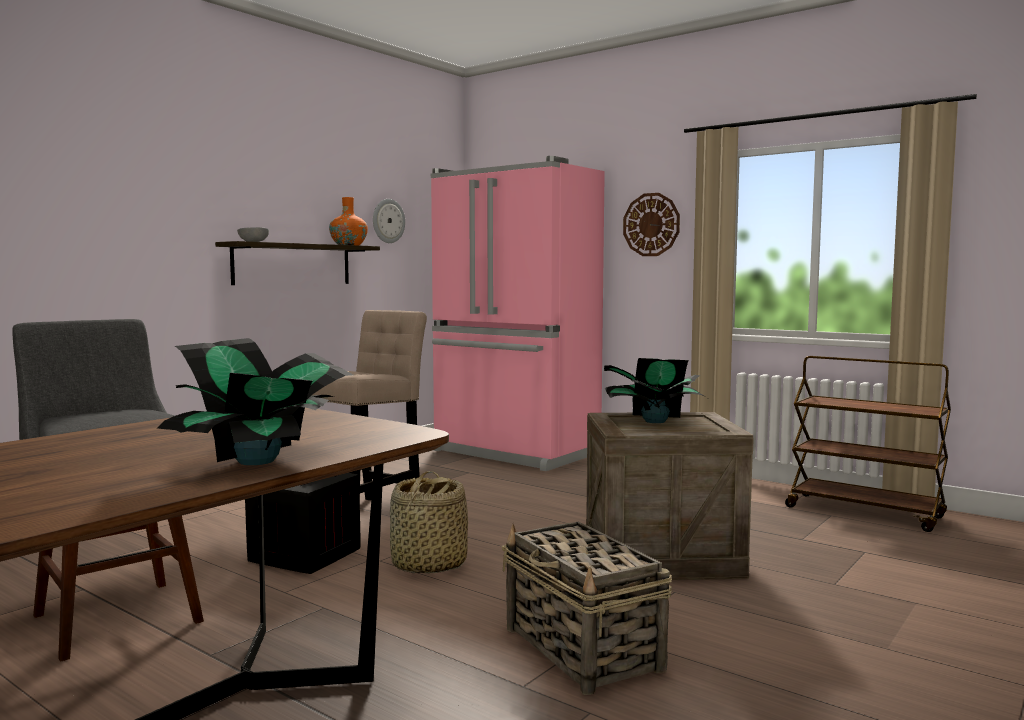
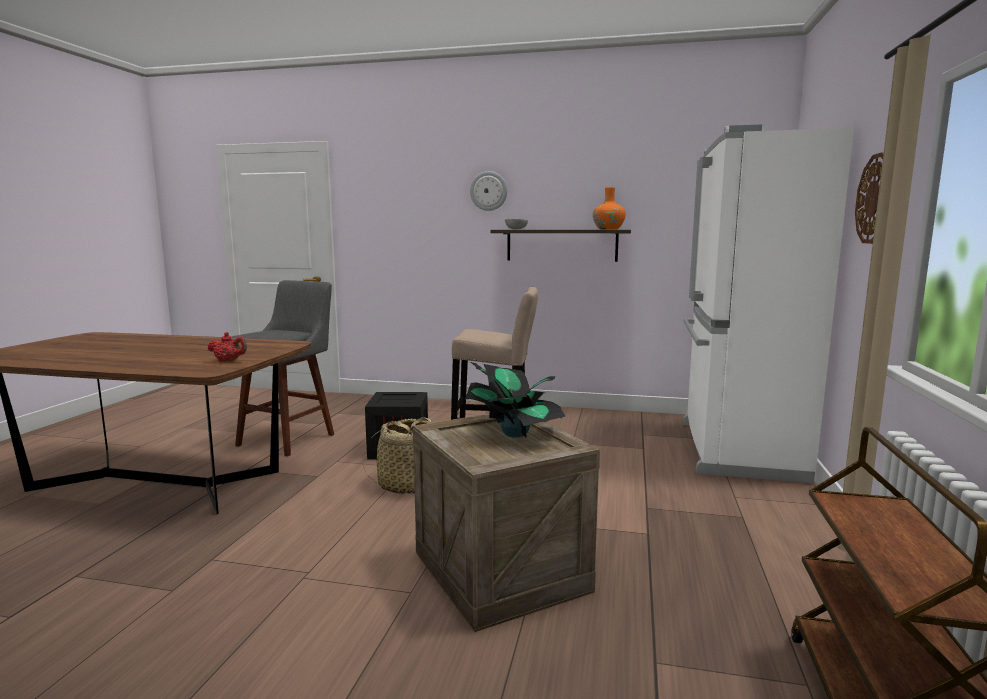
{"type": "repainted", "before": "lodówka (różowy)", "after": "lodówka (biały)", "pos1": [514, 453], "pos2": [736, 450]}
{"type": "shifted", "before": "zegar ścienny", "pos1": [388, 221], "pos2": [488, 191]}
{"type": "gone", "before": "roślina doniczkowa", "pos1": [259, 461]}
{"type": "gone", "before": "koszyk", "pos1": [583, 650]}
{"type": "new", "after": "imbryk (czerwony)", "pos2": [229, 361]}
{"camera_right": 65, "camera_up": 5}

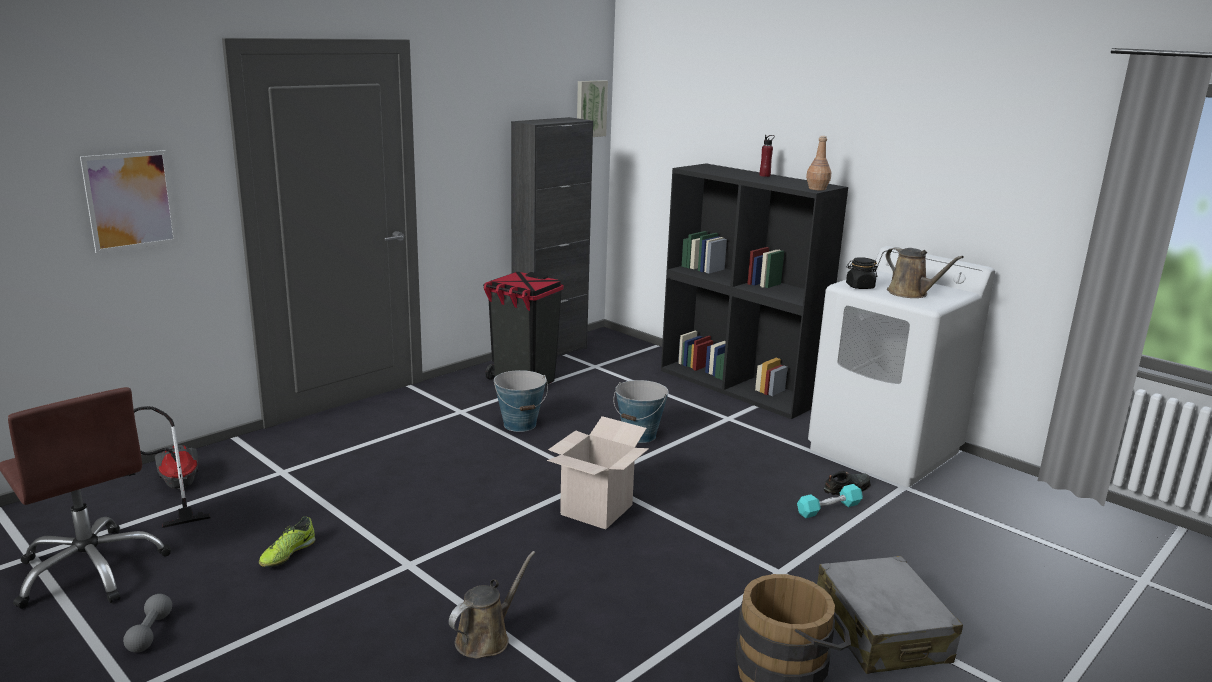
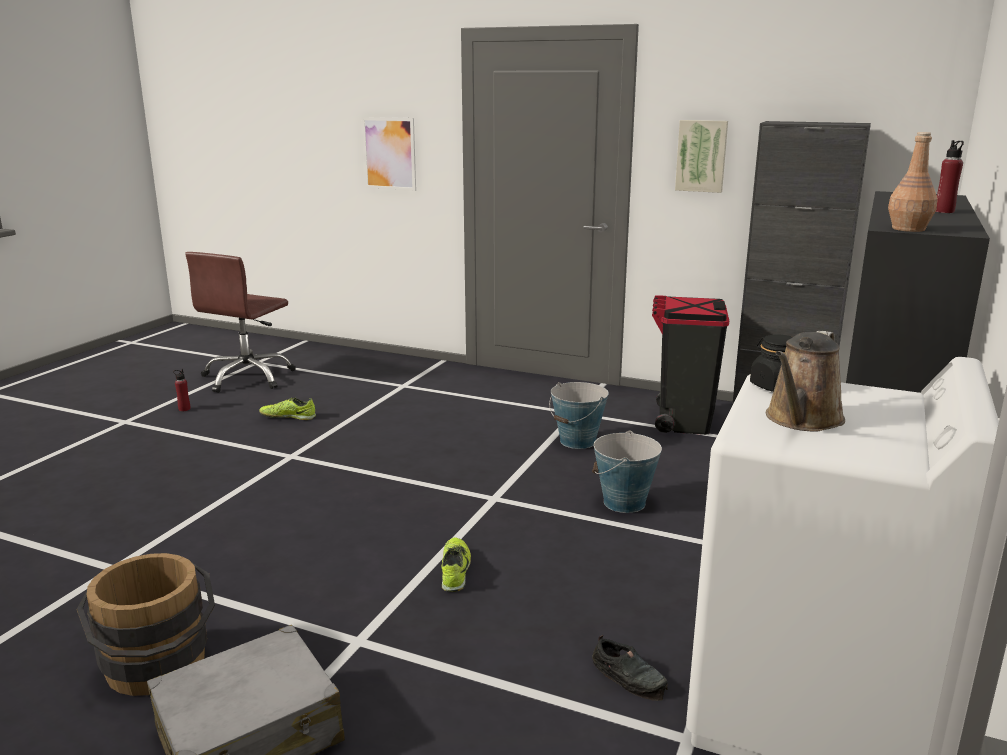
{"type": "shifted", "before": "obraz", "pos1": [590, 109], "pos2": [701, 156]}
{"type": "gone", "before": "odkurzacz", "pos1": [176, 490]}
{"type": "gone", "before": "karton", "pos1": [596, 510]}
{"type": "gone", "before": "hantel (turkusowy)", "pos1": [828, 509]}
{"type": "gone", "before": "konewka (brązowy)", "pos1": [486, 638]}
{"type": "swapped", "before": "hantel (szary)", "after": "butelka (czerwony)", "pos1": [150, 633], "pos2": [184, 409]}
{"type": "new", "after": "but", "pos2": [455, 570]}
{"camera_right": 70, "camera_up": 0}

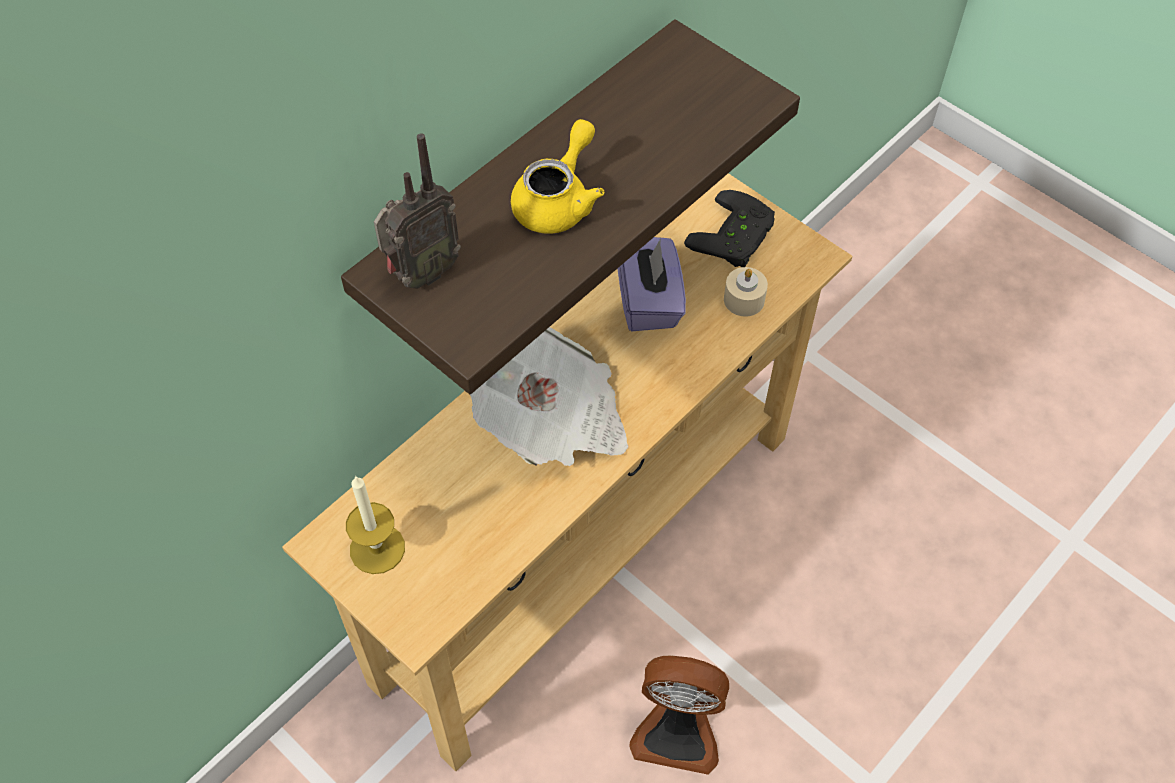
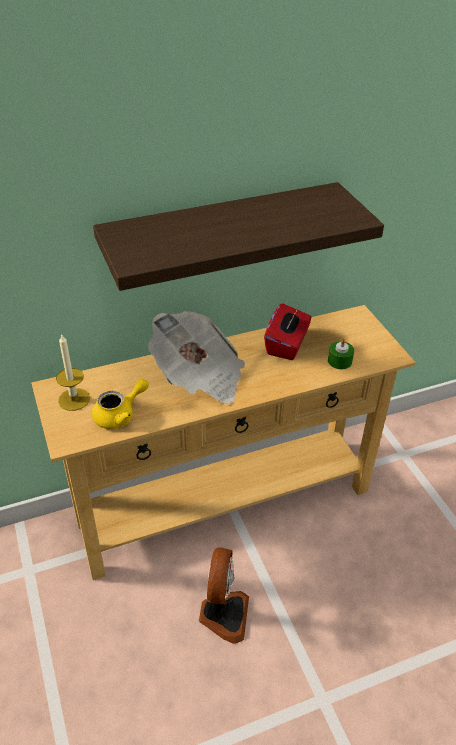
{"type": "shifted", "before": "imbryk (żółty)", "pos1": [558, 201], "pos2": [120, 415]}
{"type": "gone", "before": "radio", "pos1": [421, 274]}
{"type": "gone", "before": "pad do gier (czarny)", "pos1": [736, 237]}
{"type": "repainted", "before": "pudełko chusteczek (fioletowy)", "after": "pudełko chusteczek (czerwony)", "pos1": [648, 300], "pos2": [287, 345]}
{"type": "repainted", "before": "świeca (beżowy)", "after": "świeca (zielony)", "pos1": [744, 300], "pos2": [339, 361]}
{"type": "rotated", "before": "wentylator", "pos1": [677, 731], "pos2": [223, 614], "turn": -120}
{"camera_right": 25, "camera_up": -15}

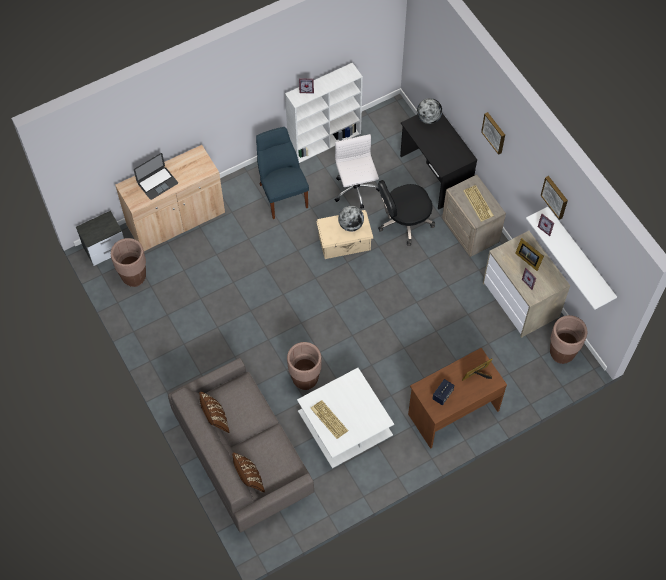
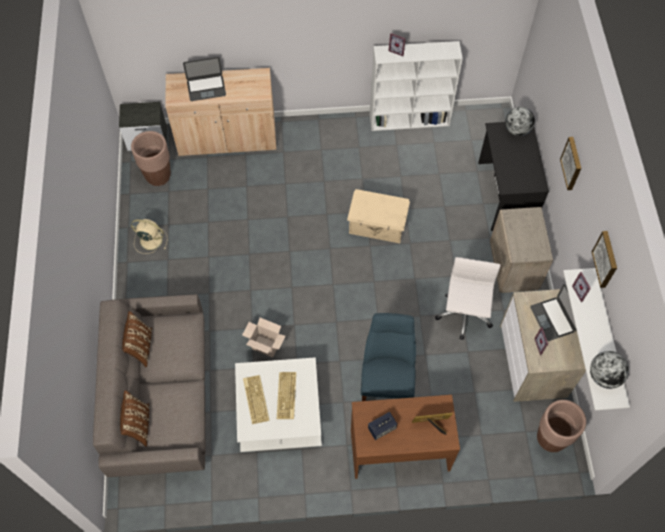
{"type": "shifted", "before": "krzesło (niebieski)", "pos1": [282, 193], "pos2": [386, 381]}
{"type": "shifted", "before": "krzesło biurowe (biały)", "pos1": [356, 191], "pos2": [463, 316]}
{"type": "gone", "before": "krzesło biurowe (czarny)", "pos1": [404, 222]}
{"type": "shifted", "before": "klawiatura", "pos1": [479, 203], "pos2": [287, 396]}
{"type": "shifted", "before": "globus", "pos1": [350, 225], "pos2": [604, 376]}
{"type": "swapped", "before": "ramka na zdjęcie", "after": "laptop", "pos1": [528, 259], "pos2": [552, 319]}
{"type": "swapped", "before": "donica (brązowy)", "after": "karton", "pos1": [305, 379], "pos2": [264, 346]}
{"type": "new", "after": "wentylator (beżowy)", "pos2": [150, 240]}
{"camera_right": 25, "camera_up": 0}

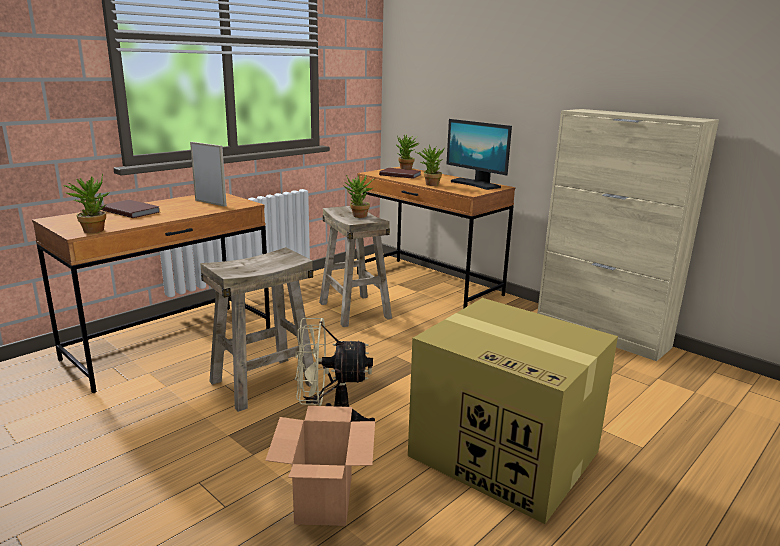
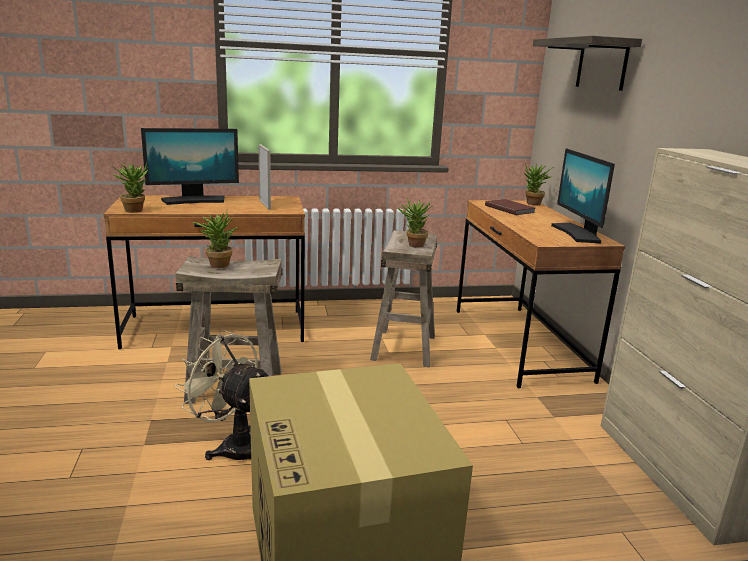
{"type": "shifted", "before": "roślina doniczkowa", "pos1": [429, 184], "pos2": [217, 264]}
{"type": "swapped", "before": "książka (brązowy)", "after": "monitor", "pos1": [131, 211], "pos2": [194, 200]}
{"type": "gone", "before": "karton", "pos1": [324, 499]}
{"type": "new", "after": "półka", "pos2": [602, 64]}
{"camera_right": 35, "camera_up": 0}

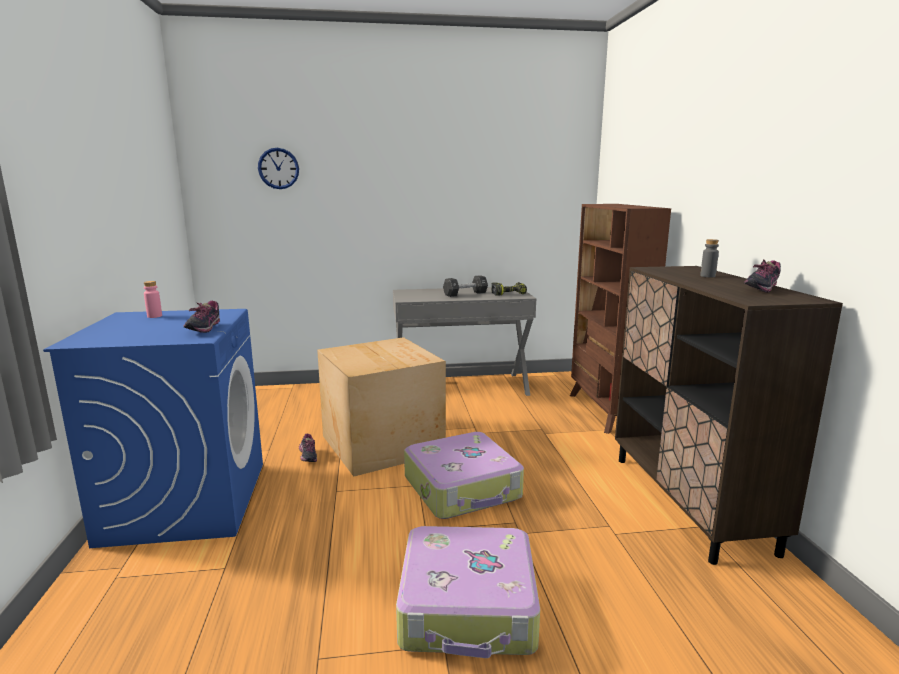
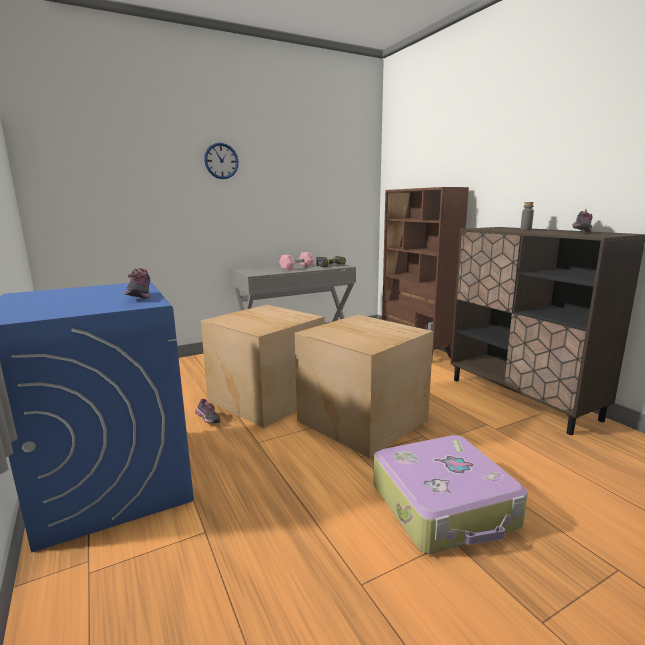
{"type": "shifted", "before": "zegar ścienny", "pos1": [278, 168], "pos2": [221, 161]}
{"type": "repainted", "before": "hantel (czarny)", "after": "hantel (różowy)", "pos1": [465, 294], "pos2": [297, 267]}
{"type": "gone", "before": "butelka (różowy)", "pos1": [154, 316]}
{"type": "swapped", "before": "walizka", "after": "karton", "pos1": [463, 488], "pos2": [362, 419]}
{"camera_right": -20, "camera_up": 0}

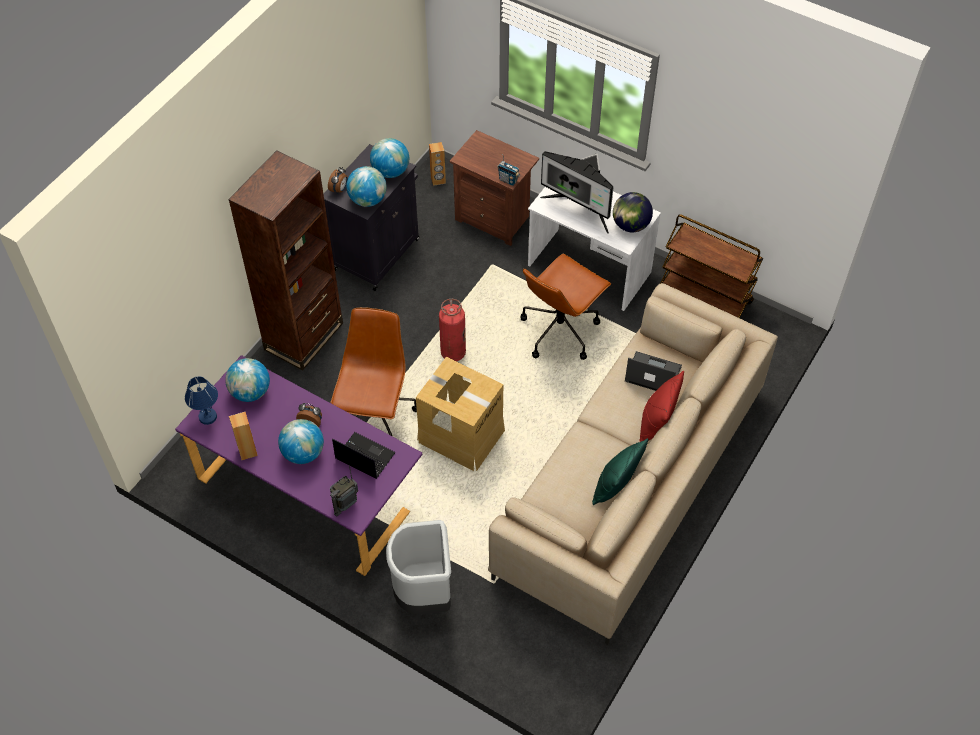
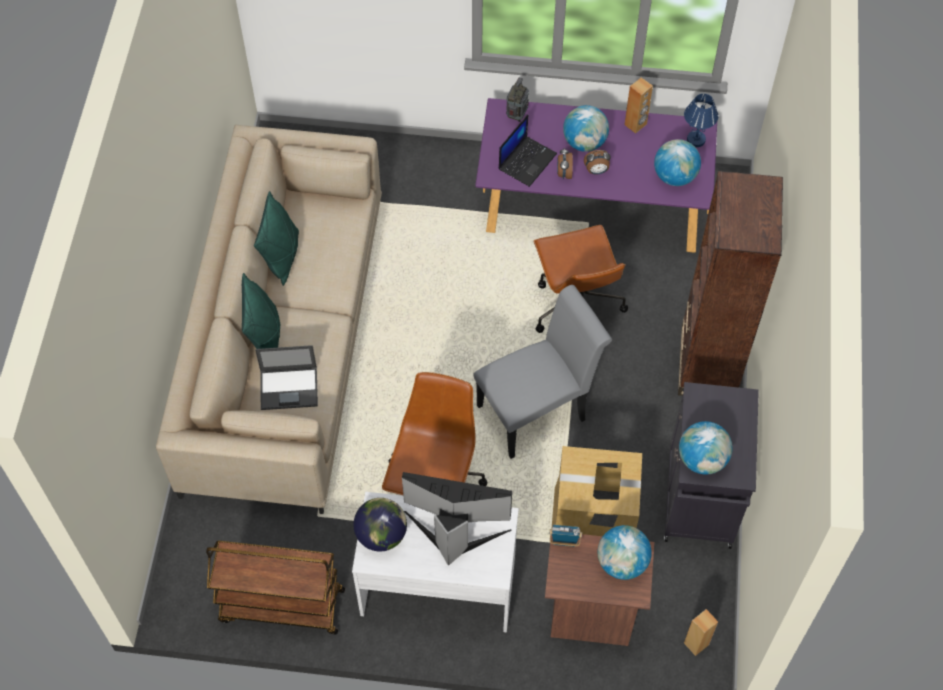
{"type": "shifted", "before": "globus", "pos1": [368, 200], "pos2": [622, 562]}
{"type": "shifted", "before": "budzik", "pos1": [339, 189], "pos2": [564, 173]}
{"type": "swapped", "before": "gaśnica", "after": "krzesło (szary)", "pos1": [453, 353], "pos2": [538, 409]}
{"type": "shifted", "before": "karton", "pos1": [461, 435], "pos2": [593, 522]}
{"type": "repainted", "before": "poduszka (czerwony)", "after": "poduszka (zielony)", "pos1": [656, 423], "pos2": [265, 336]}
{"type": "rotated", "before": "laptop", "pos1": [364, 456], "pos2": [527, 161], "turn": -60}
{"type": "gone", "before": "kosz na śmieci (szary)", "pos1": [424, 594]}
{"camera_right": 155, "camera_up": 5}

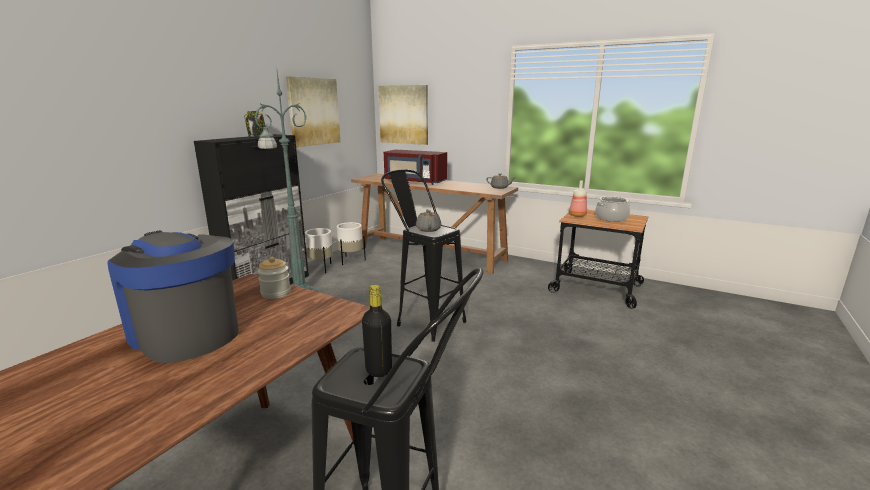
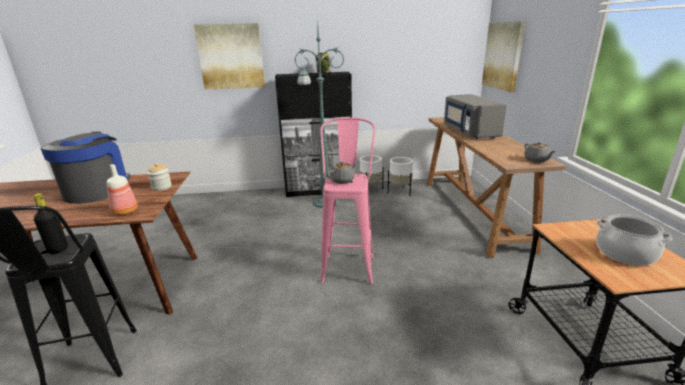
{"type": "shifted", "before": "obraz", "pos1": [313, 111], "pos2": [231, 56]}
{"type": "repainted", "before": "mikrofalówka (czerwony)", "after": "mikrofalówka (szary)", "pos1": [414, 182], "pos2": [469, 132]}
{"type": "repainted", "before": "stołek (czarny)", "after": "stołek (różowy)", "pos1": [423, 320], "pos2": [348, 263]}
{"type": "shifted", "before": "butelka", "pos1": [577, 215], "pos2": [124, 212]}
{"camera_right": 55, "camera_up": 5}

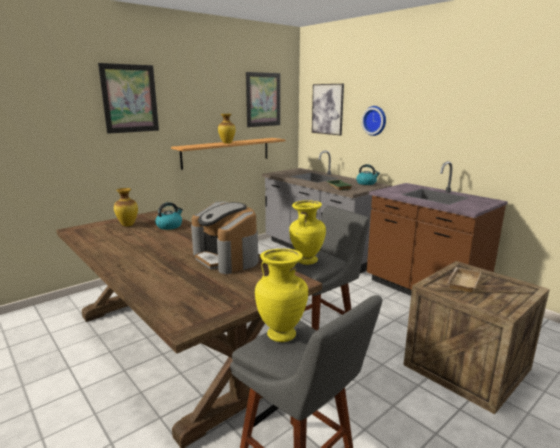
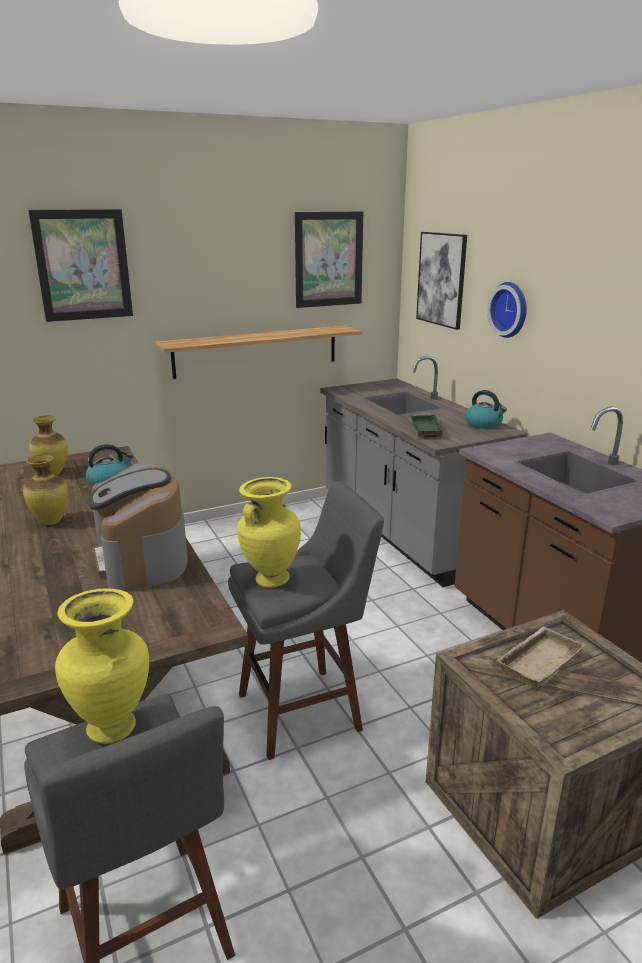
{"type": "shifted", "before": "wazon", "pos1": [227, 143], "pos2": [50, 522]}
{"camera_right": 15, "camera_up": 5}

